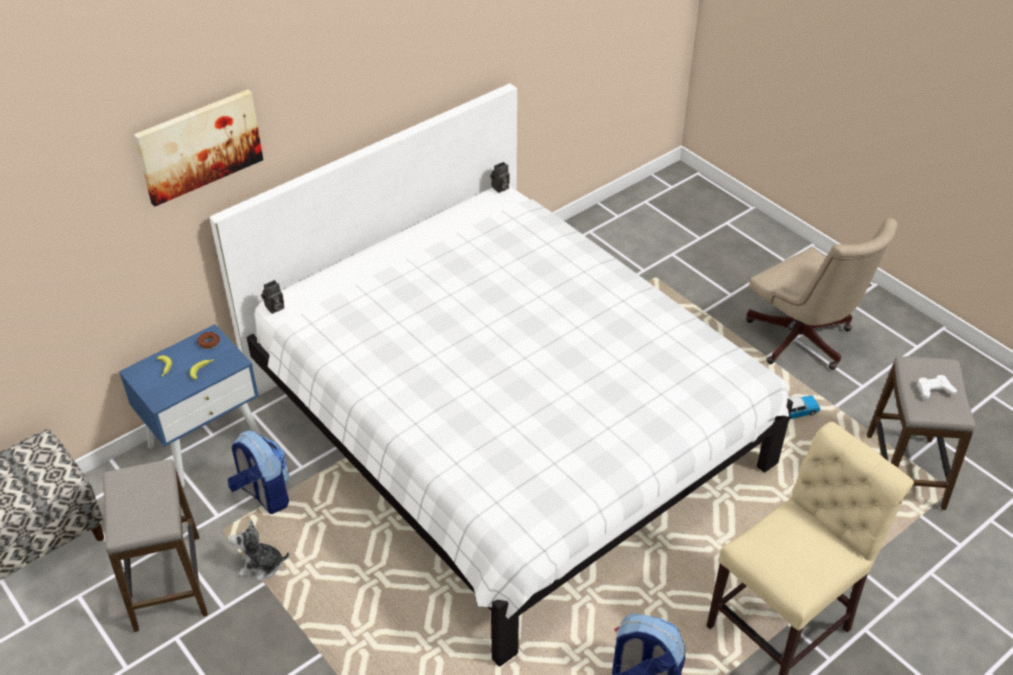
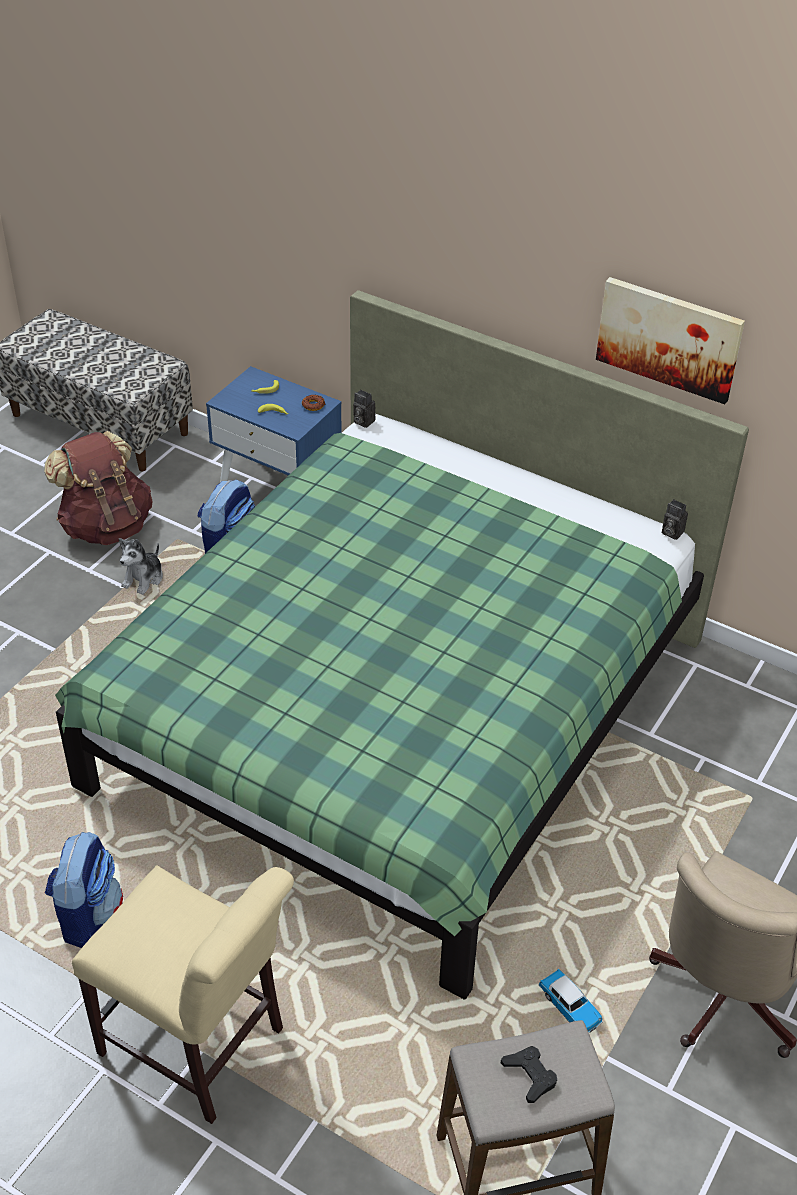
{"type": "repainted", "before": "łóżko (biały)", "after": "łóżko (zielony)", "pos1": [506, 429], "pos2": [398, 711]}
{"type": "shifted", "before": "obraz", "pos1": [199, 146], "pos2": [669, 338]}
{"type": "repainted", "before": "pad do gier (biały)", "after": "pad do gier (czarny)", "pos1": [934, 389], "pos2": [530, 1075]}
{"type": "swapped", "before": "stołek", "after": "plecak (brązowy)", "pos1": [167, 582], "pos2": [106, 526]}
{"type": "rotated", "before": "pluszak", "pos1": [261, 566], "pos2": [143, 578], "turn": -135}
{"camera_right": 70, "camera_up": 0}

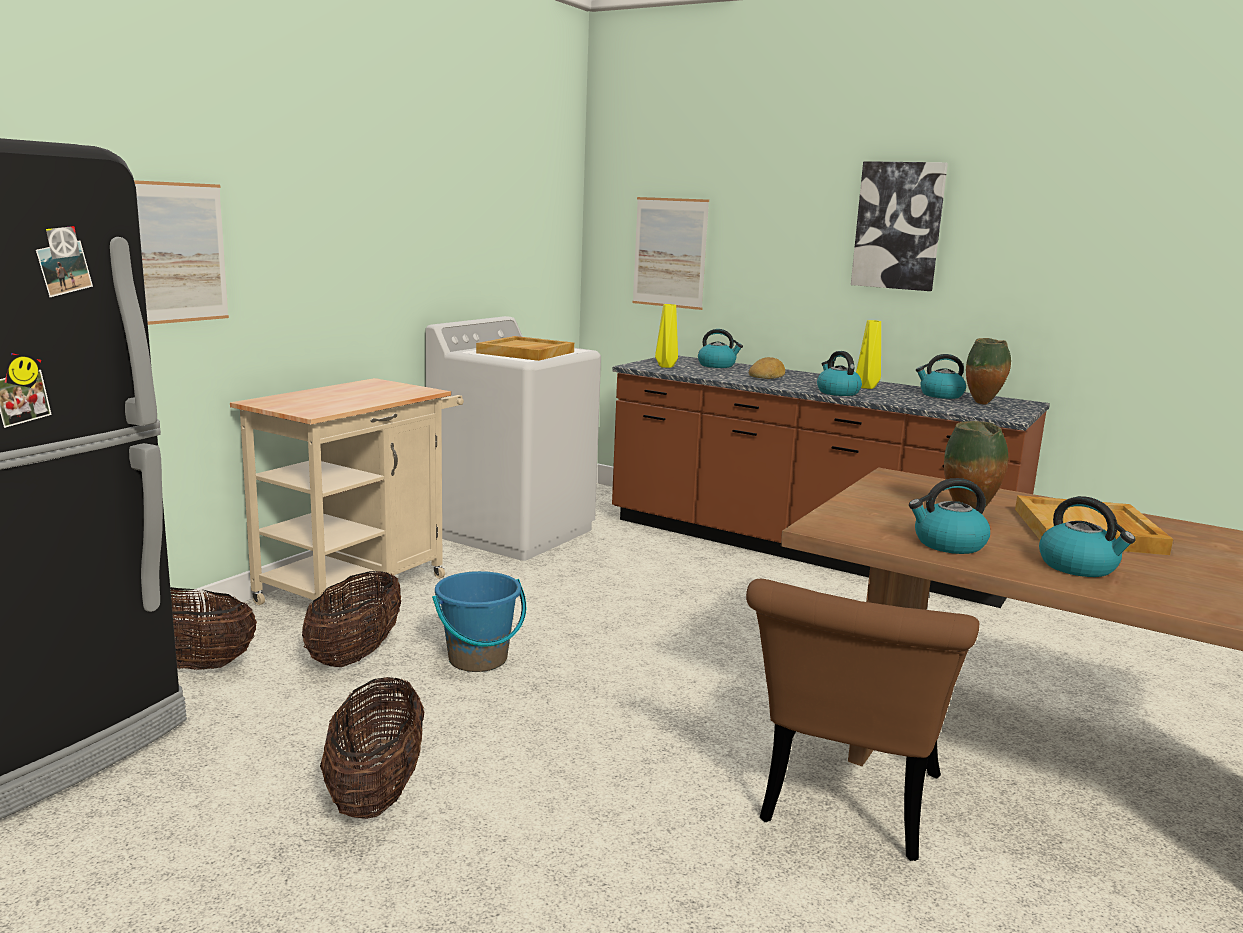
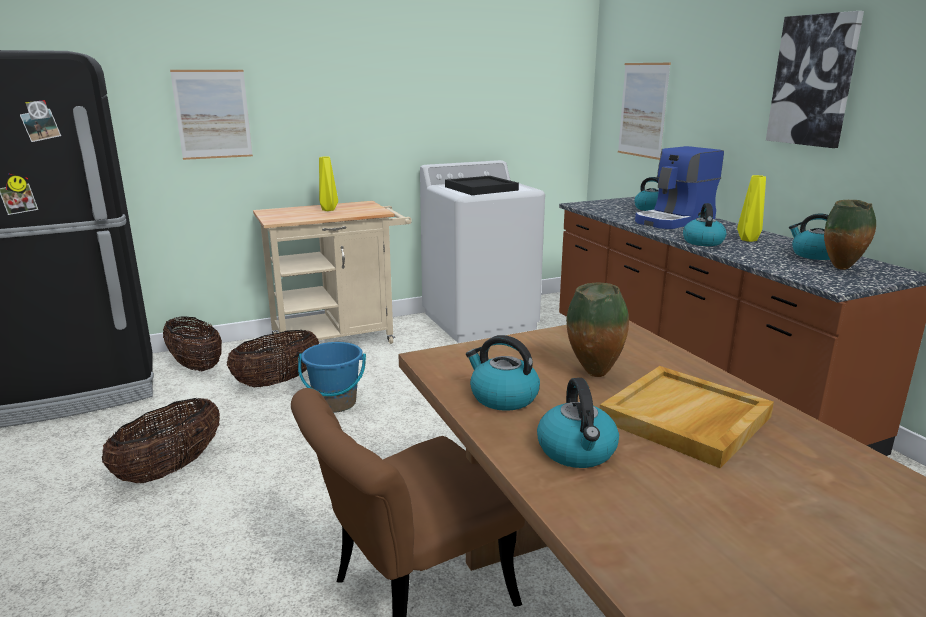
{"type": "shifted", "before": "wazon (żółty)", "pos1": [666, 366], "pos2": [329, 210]}
{"type": "repainted", "before": "taca (beżowy)", "after": "taca (czarny)", "pos1": [526, 352], "pos2": [481, 188]}
{"type": "swapped", "before": "chleb", "after": "ekspres do kawy", "pos1": [767, 375], "pos2": [675, 221]}
{"camera_right": 35, "camera_up": 5}

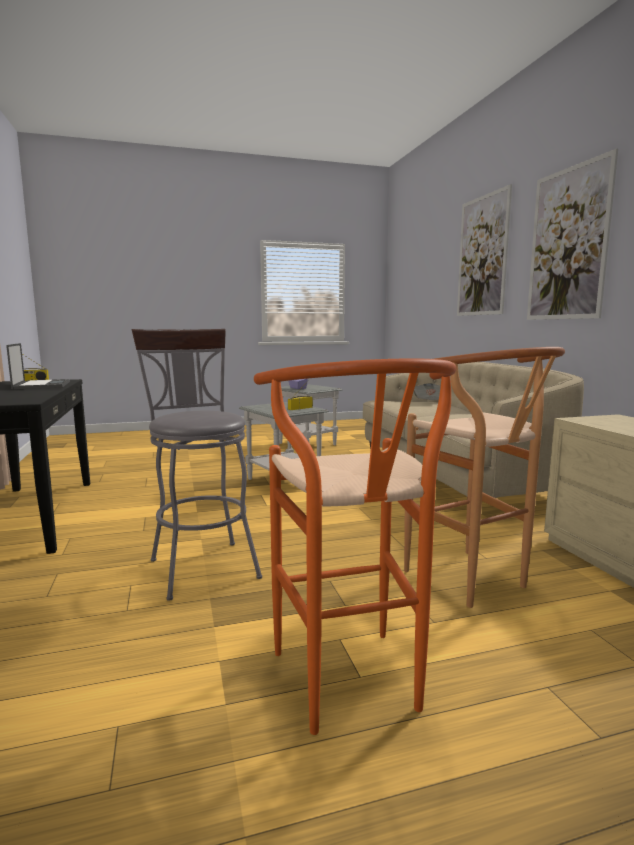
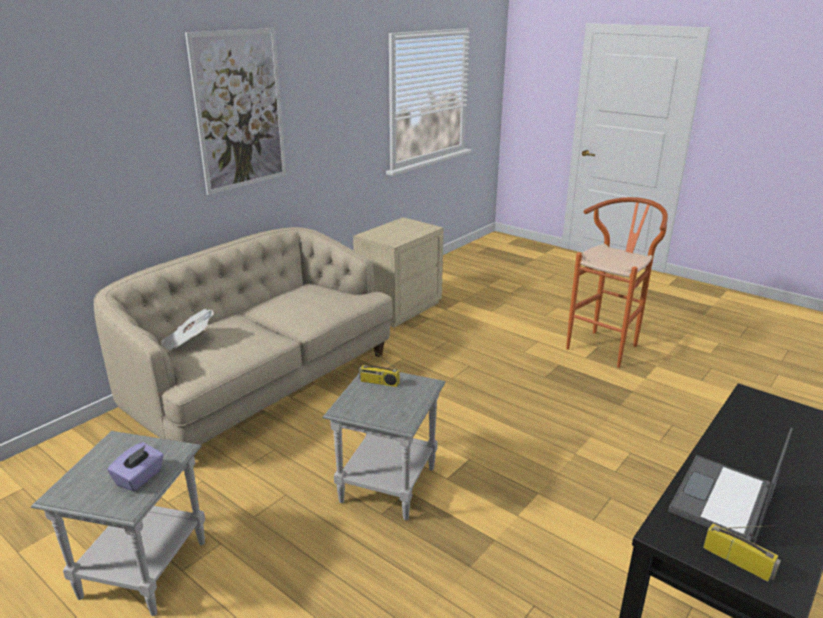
{"type": "gone", "before": "obraz", "pos1": [482, 256]}
{"type": "gone", "before": "stołek (szary)", "pos1": [201, 564]}
{"type": "gone", "before": "stołek (brązowy)", "pos1": [474, 583]}
{"camera_right": -125, "camera_up": 15}

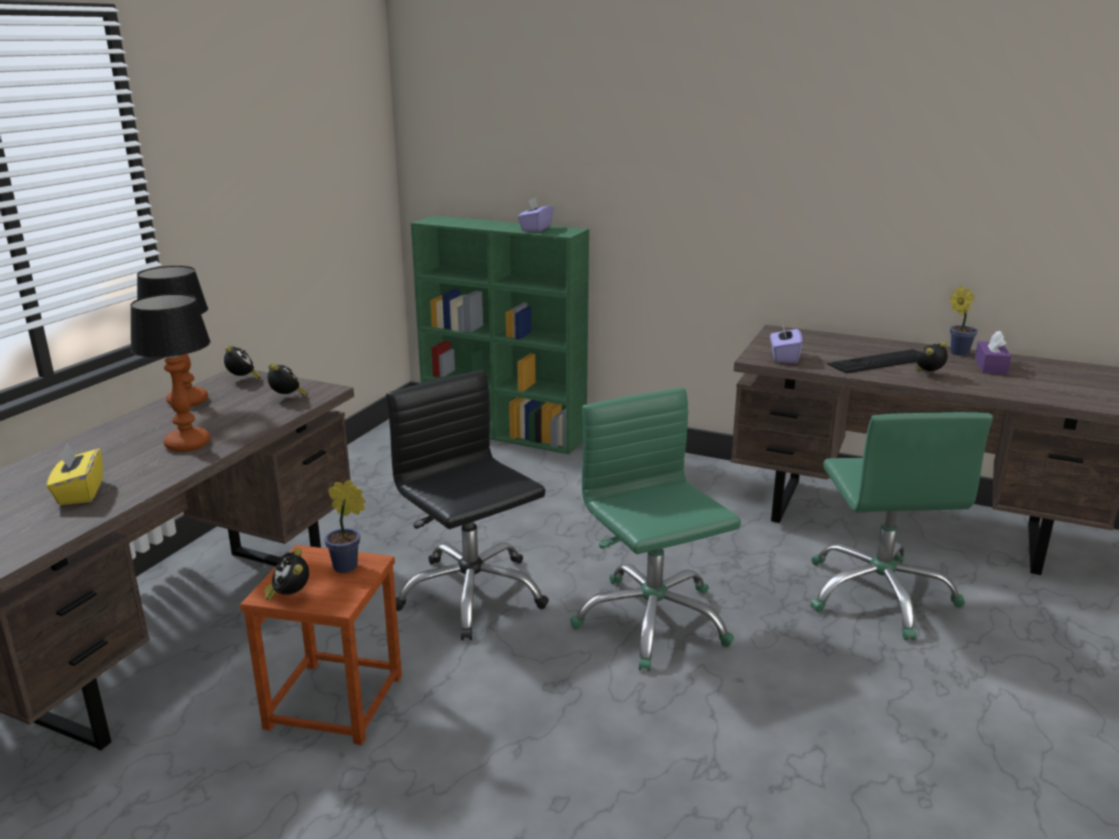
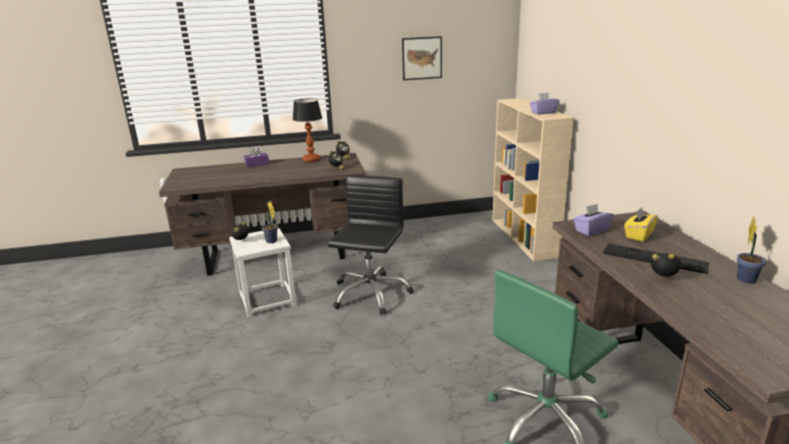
{"type": "repainted", "before": "regał (zielony)", "after": "regał (beżowy)", "pos1": [505, 432], "pos2": [524, 237]}
{"type": "gone", "before": "lampa stołowa", "pos1": [188, 444]}
{"type": "shifted", "before": "pudełko chusteczek (fioletowy)", "pos1": [990, 366], "pos2": [257, 164]}
{"type": "gone", "before": "krzesło biurowe (zielony)", "pos1": [651, 621]}
{"type": "shifted", "before": "pudełko chusteczek (żółty)", "pos1": [80, 493], "pos2": [638, 235]}
{"type": "repainted", "before": "stołek (brązowy)", "after": "stołek (biały)", "pos1": [335, 702], "pos2": [267, 300]}
{"type": "new", "after": "obraz", "pos2": [422, 58]}
{"camera_right": 55, "camera_up": 0}

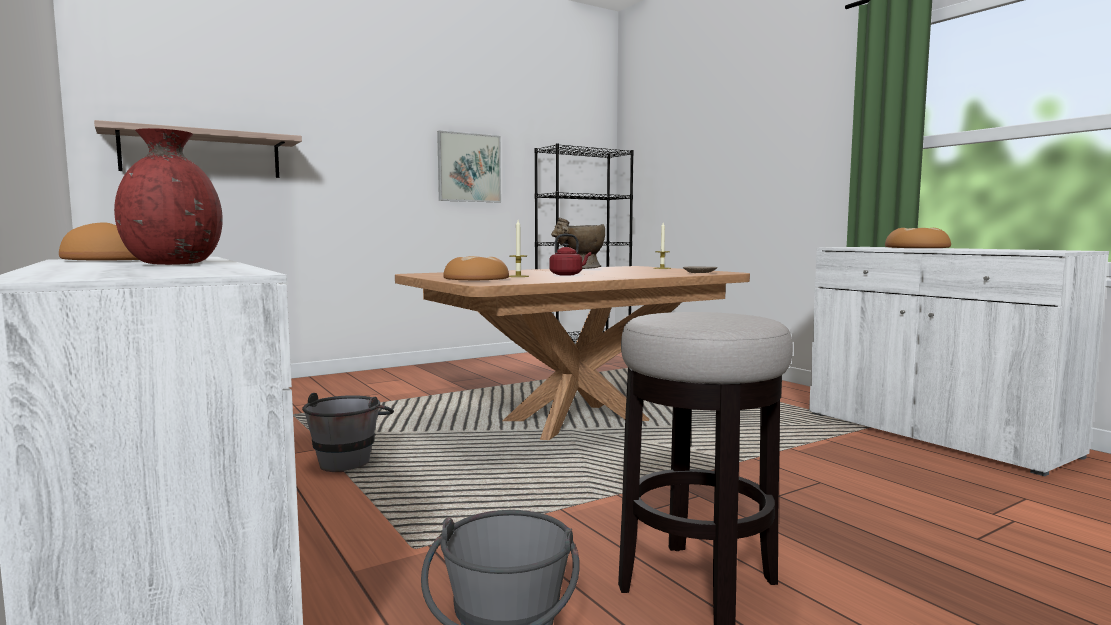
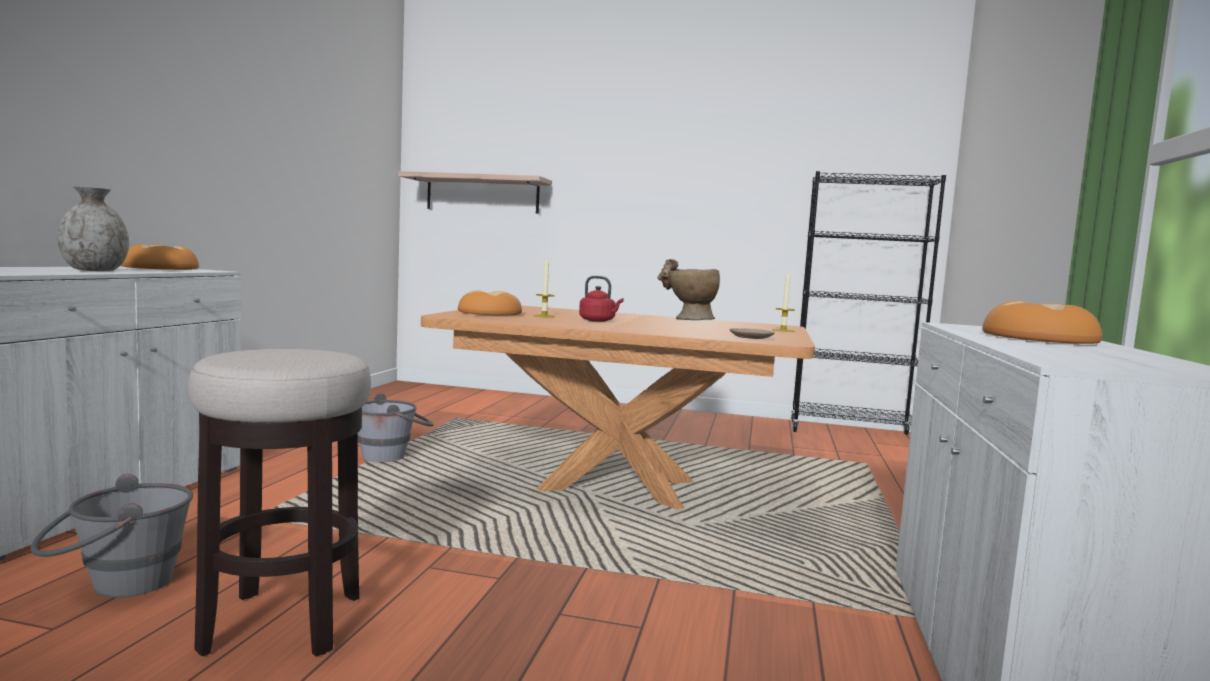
{"type": "repainted", "before": "wazon (czerwony)", "after": "wazon (szary)", "pos1": [173, 264], "pos2": [94, 270]}
{"type": "gone", "before": "obraz", "pos1": [469, 167]}
{"camera_right": 45, "camera_up": 0}

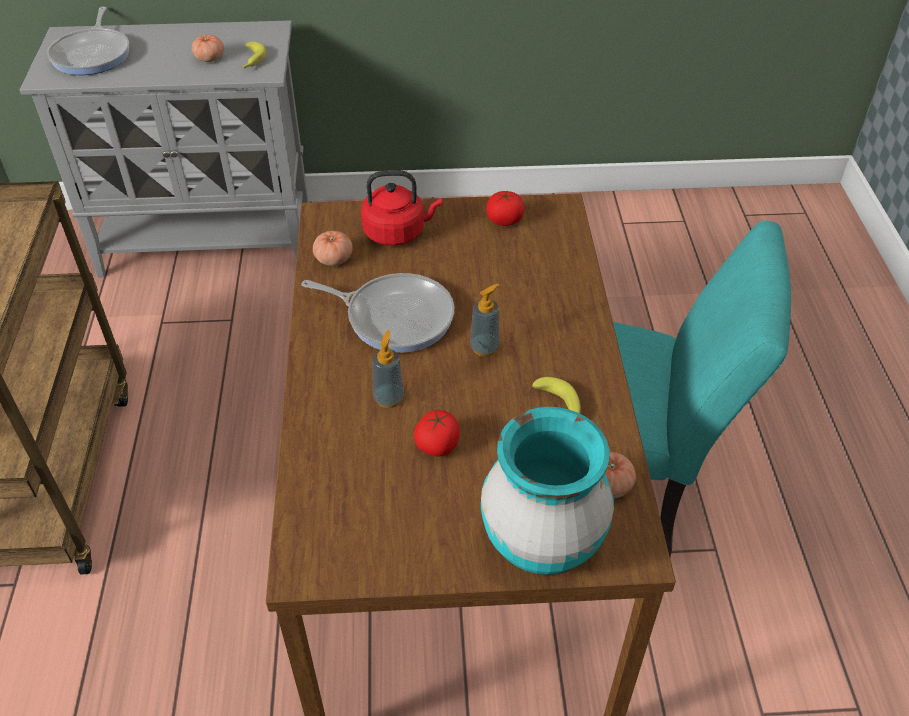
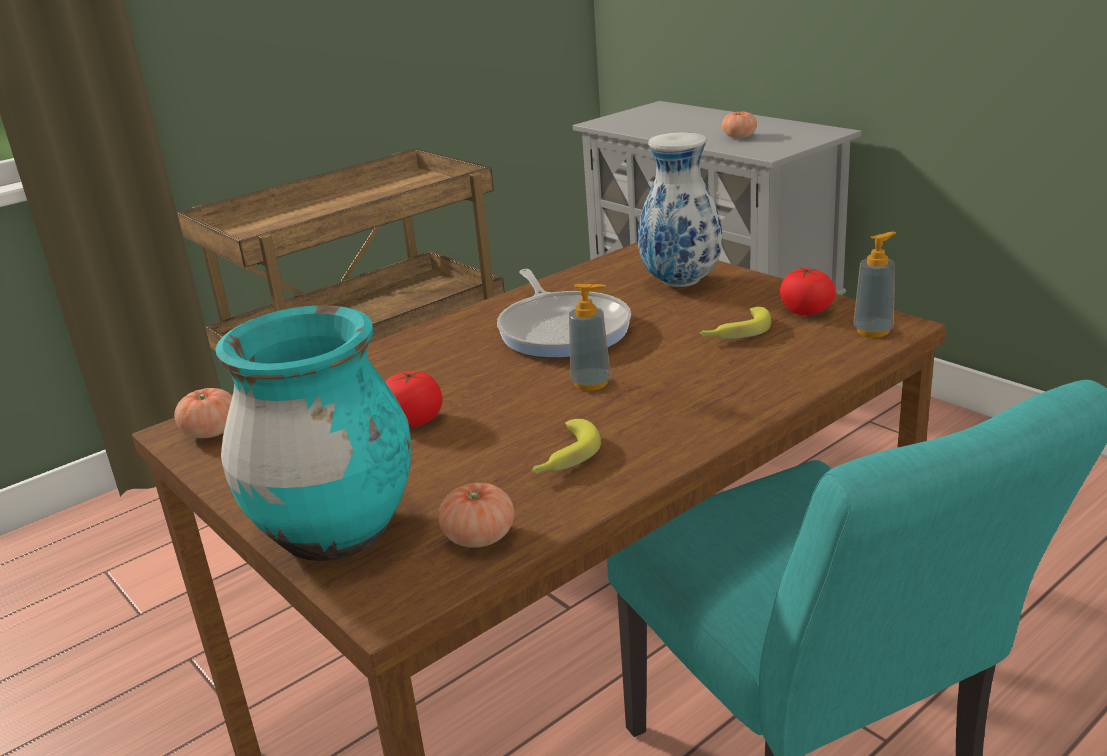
{"type": "gone", "before": "patelnia", "pos1": [93, 54]}
{"type": "shifted", "before": "banan", "pos1": [251, 61], "pos2": [735, 332]}
{"type": "swapped", "before": "czajnik (czerwony)", "after": "wazon", "pos1": [397, 233], "pos2": [682, 282]}
{"type": "shifted", "before": "pomidor", "pos1": [334, 259], "pos2": [211, 432]}
{"type": "shifted", "before": "dozownik mydła", "pos1": [388, 398], "pos2": [873, 331]}
{"camera_right": 55, "camera_up": -20}

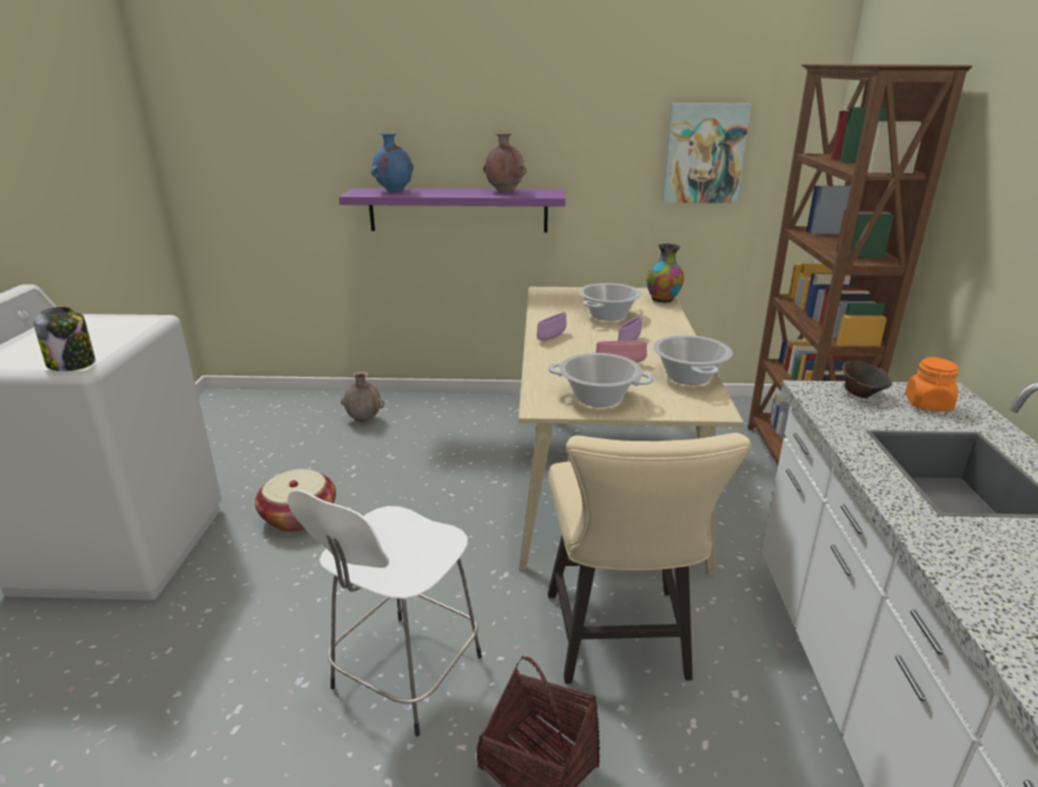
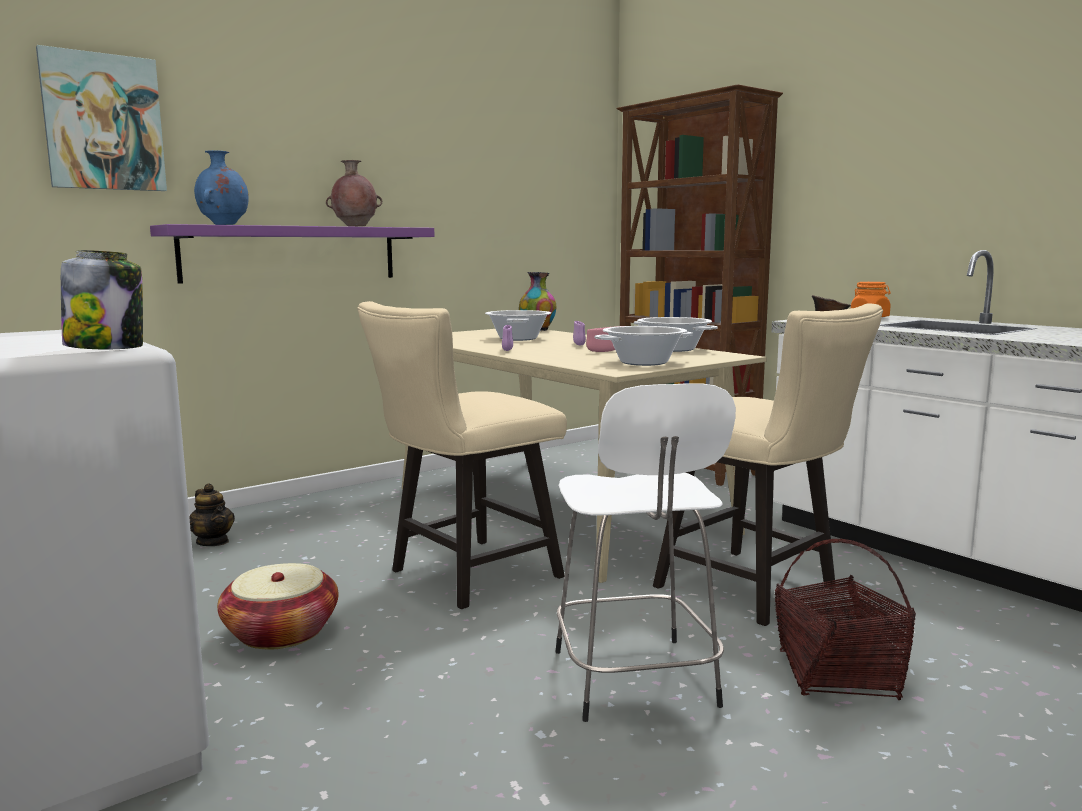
{"type": "shifted", "before": "obraz", "pos1": [704, 154], "pos2": [103, 122]}
{"type": "swapped", "before": "wazon (brązowy)", "after": "imbryk", "pos1": [364, 420], "pos2": [213, 542]}
{"type": "new", "after": "krzesło (beżowy)", "pos2": [465, 576]}
{"camera_right": -40, "camera_up": -15}

